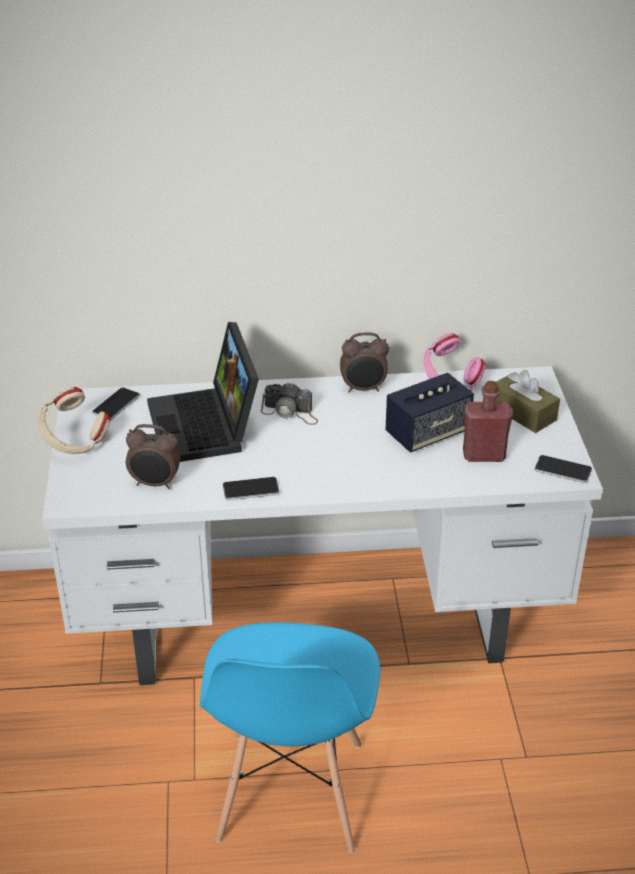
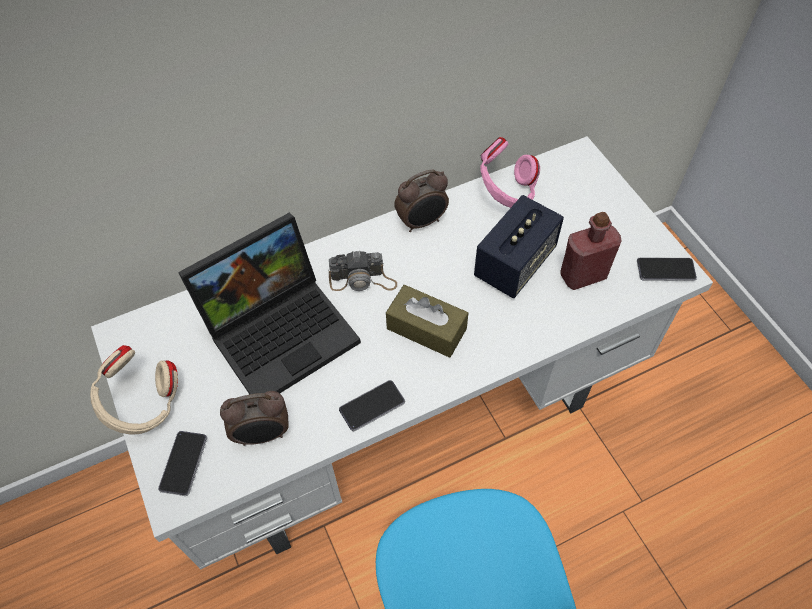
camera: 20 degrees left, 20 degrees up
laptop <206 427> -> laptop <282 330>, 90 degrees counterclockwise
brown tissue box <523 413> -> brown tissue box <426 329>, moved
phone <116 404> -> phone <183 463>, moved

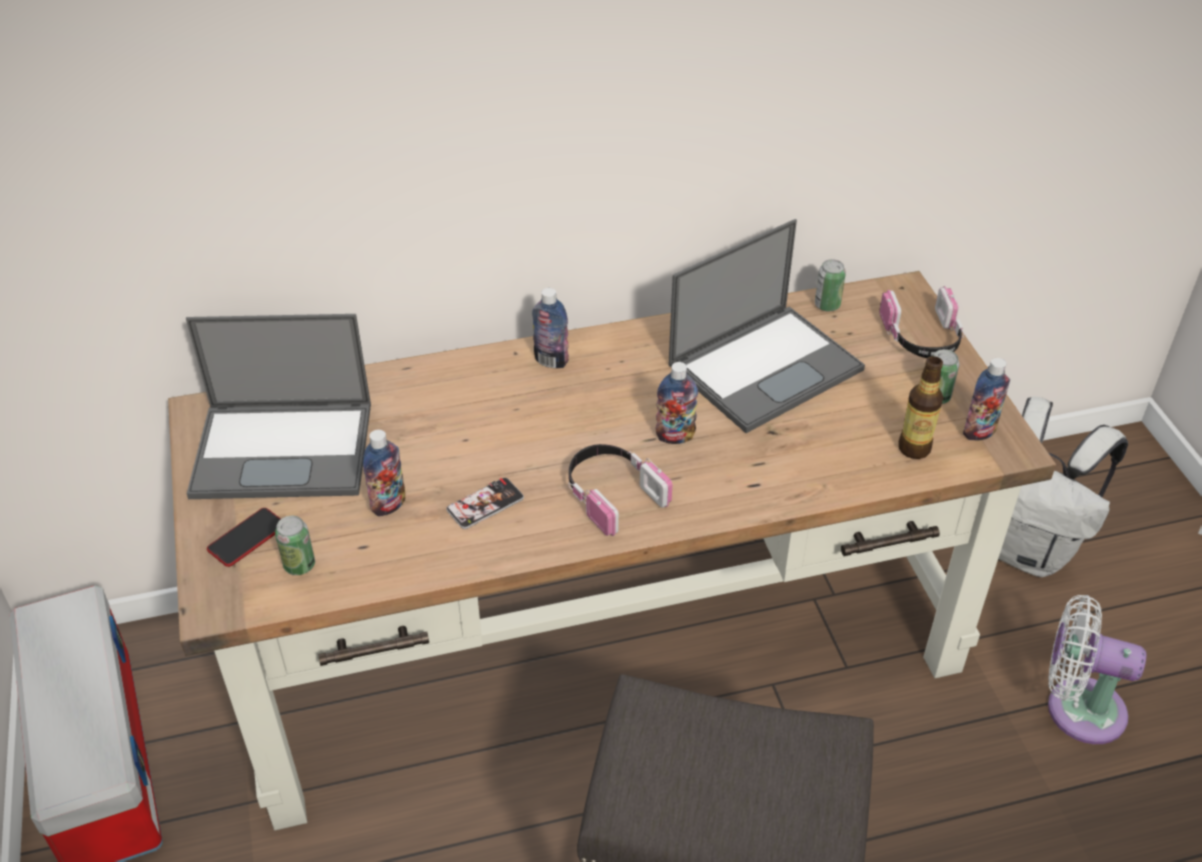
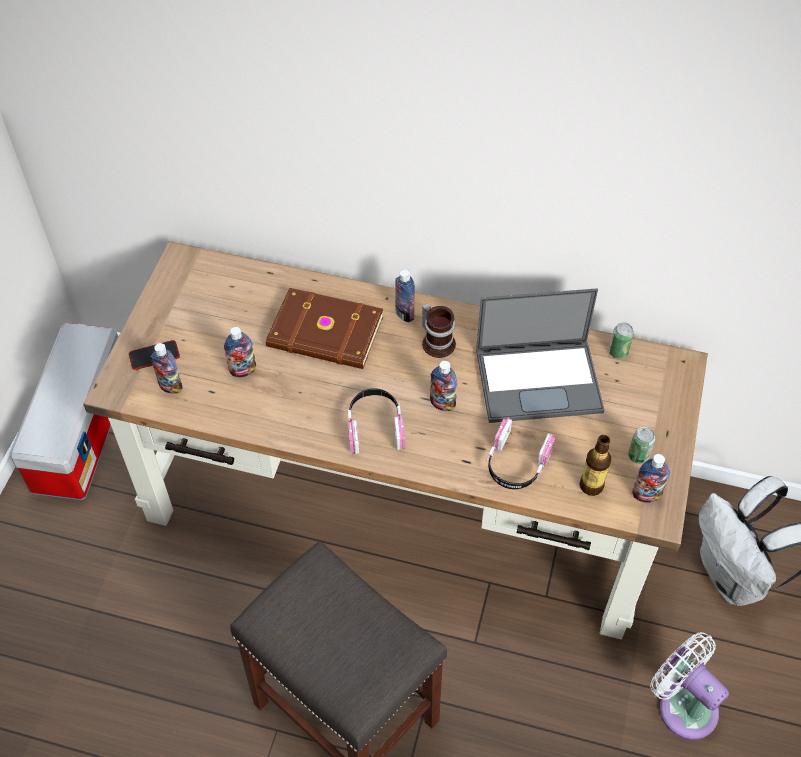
camera: 30 degrees right, 10 degrees up
headphones <922 338> -> headphones <516 464>, moved
laptop <285 449> -> none
phone <485 504> -> none
can <299 565> -> bottle <170 387>
none -> brown book <325 334>
none -> mug <437 341>

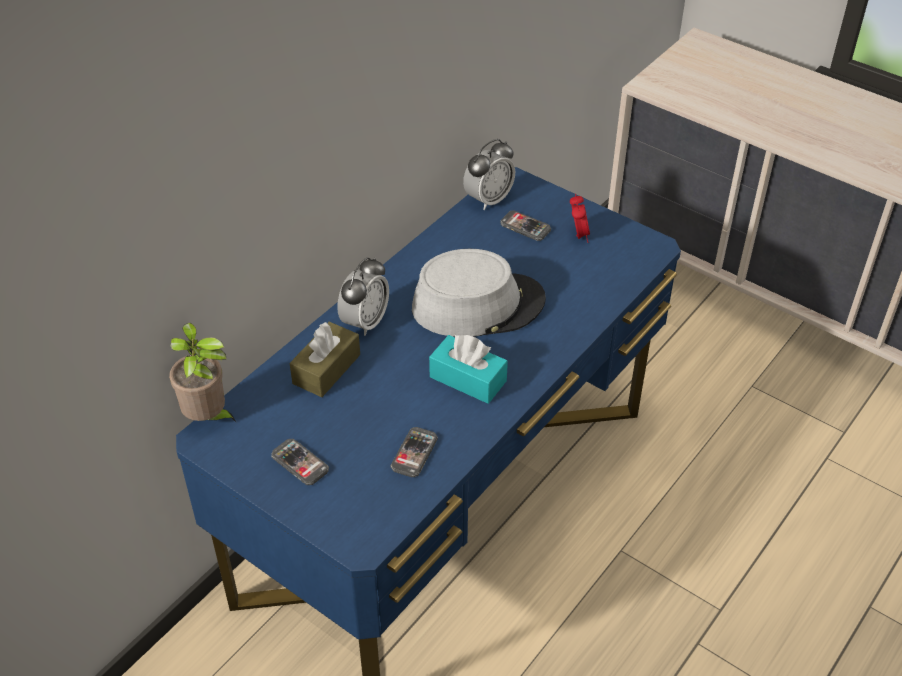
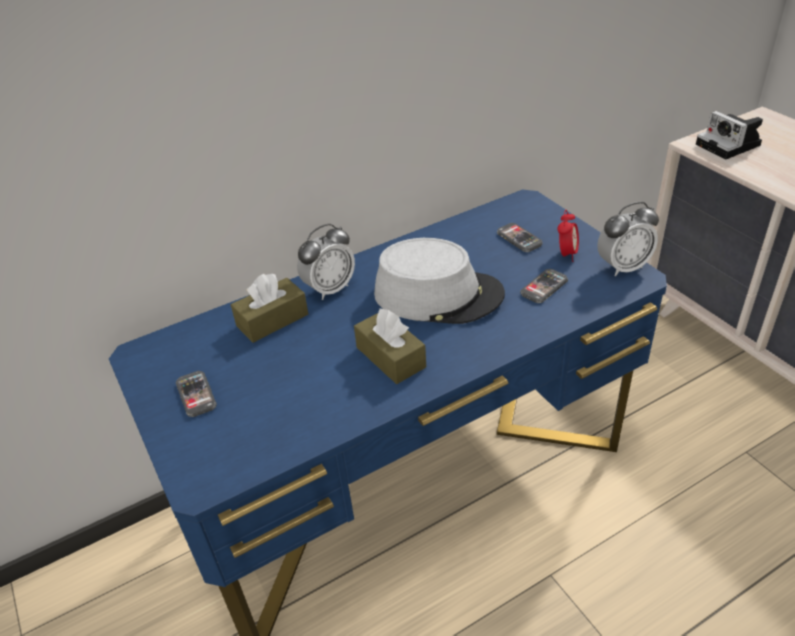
camera: 25 degrees right, 5 degrees down
alarm clock <488 200> -> alarm clock <623 267>, moved
potted plant <208 418> -> none
turquoise tissue box <468 379> -> brown tissue box <390 357>
phone <414 453> -> phone <544 287>, moved
none -> photo camera <730 145>

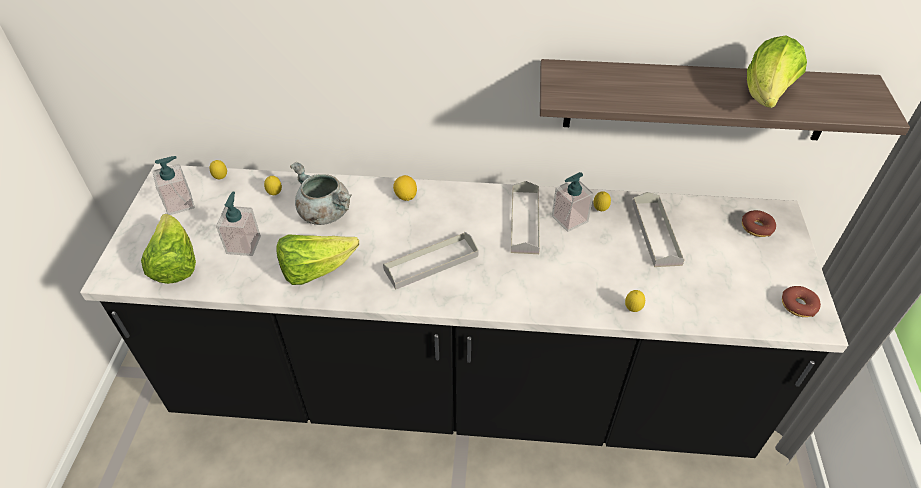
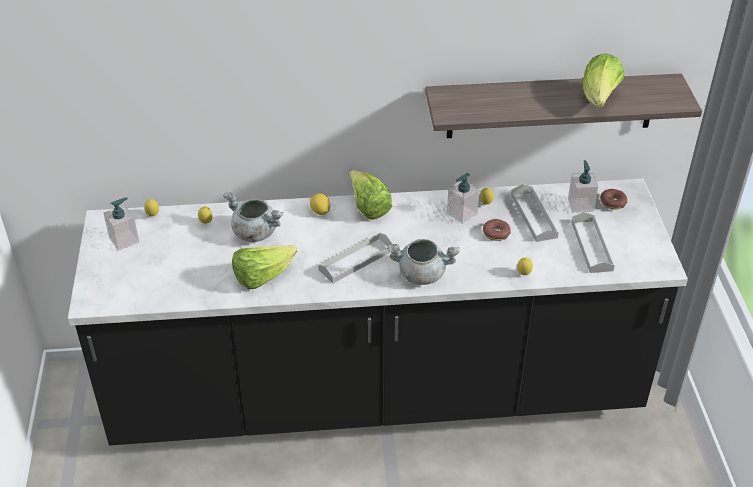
camera: 10 degrees left, 5 degrees down
grey tray <525 221> -> grey tray <591 246>, moved
soap dispenser <243 245> -> soap dispenser <580 205>, moved
lettuce <175 264> -> lettuce <368 207>, moved
donut <798 305> -> donut <496 233>, moved
none -> grey cooking pot <422 274>

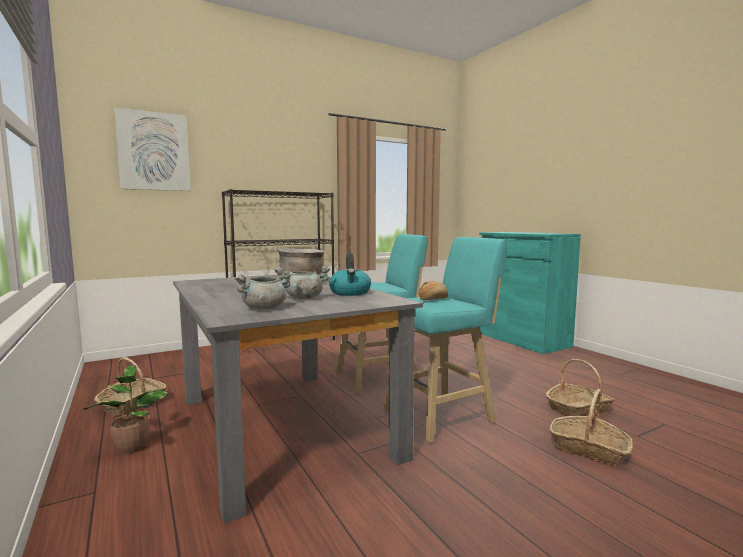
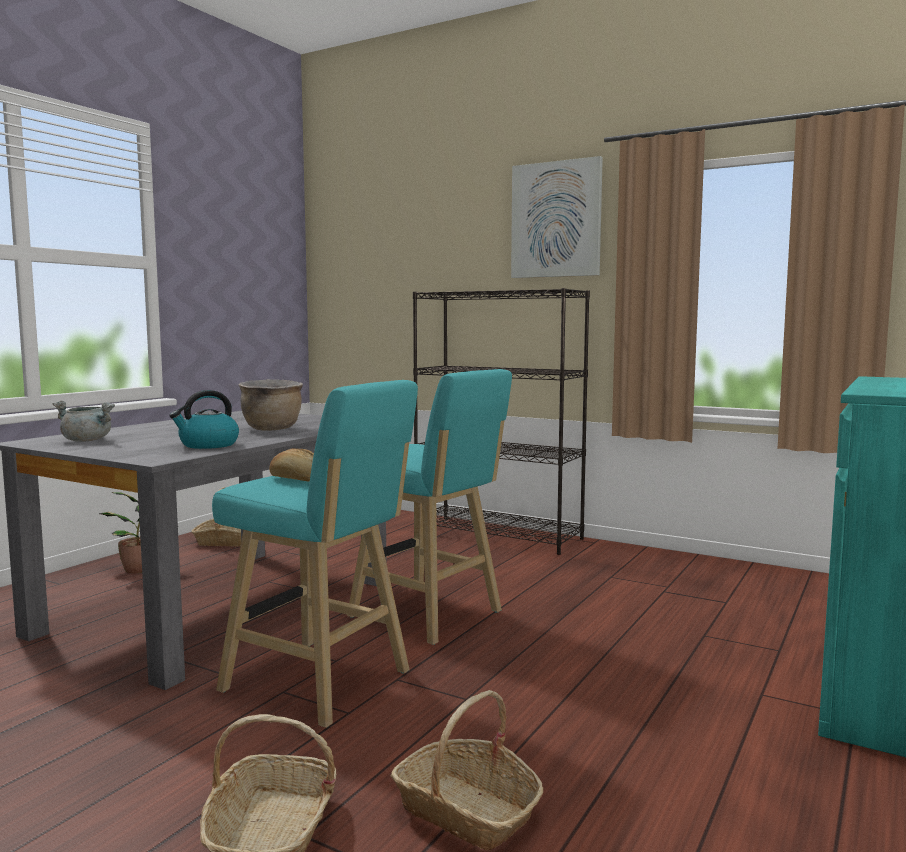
camera: 60 degrees right, 0 degrees up
picture <154 151> -> picture <556 220>, moved
grey cooking pot <303 298> -> none

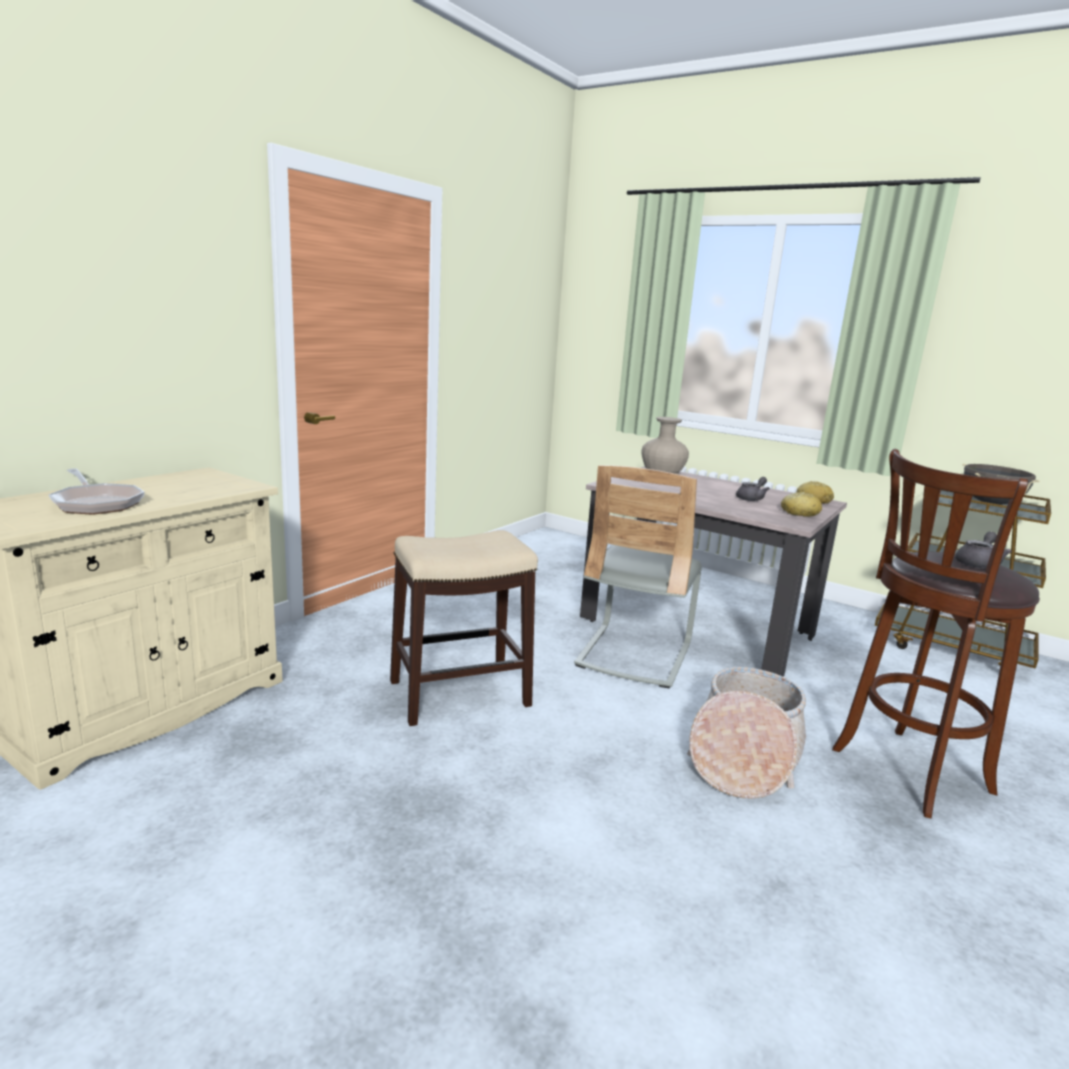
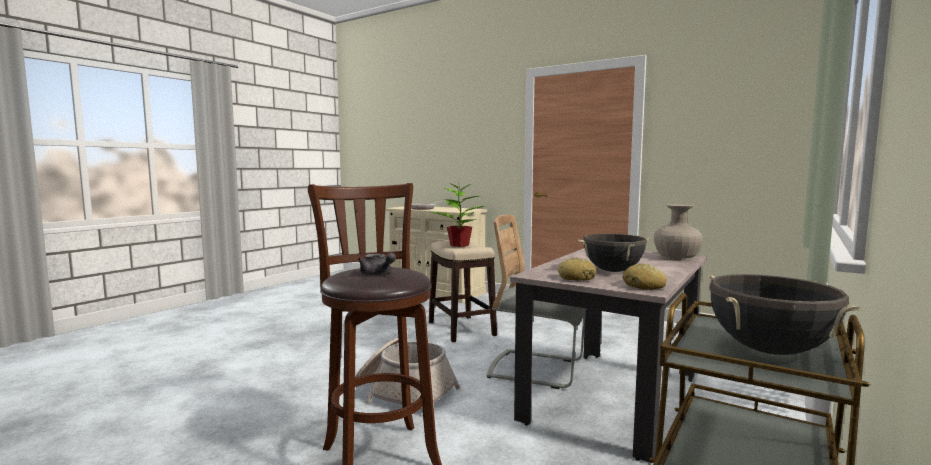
camera: 90 degrees right, 10 degrees down
grey teapot <751 498> -> black cooking pot <613 271>
none -> potted plant <460 245>

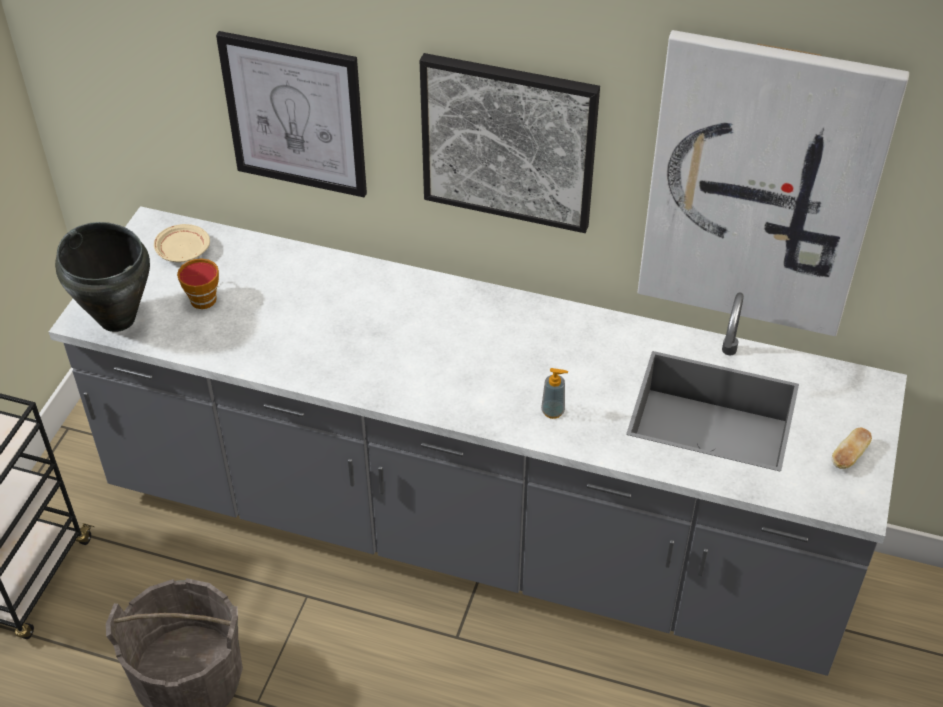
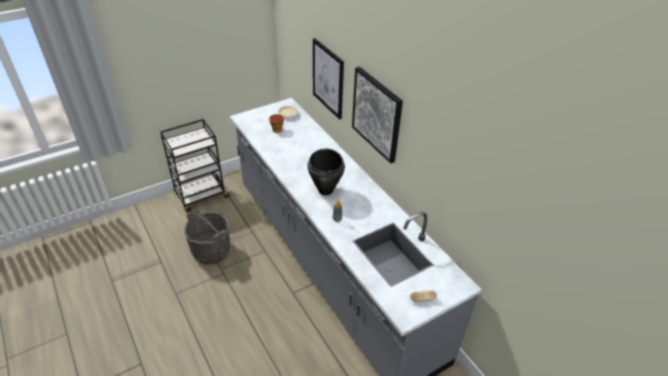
camera: 40 degrees right, 5 degrees down
picture <761 187> -> none
black cooking pot <117 318> -> black cooking pot <326 190>, moved

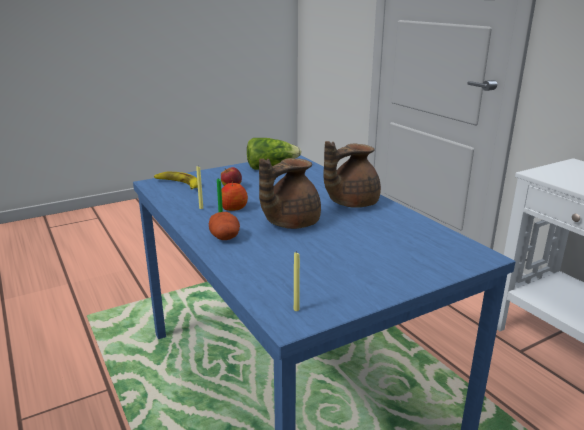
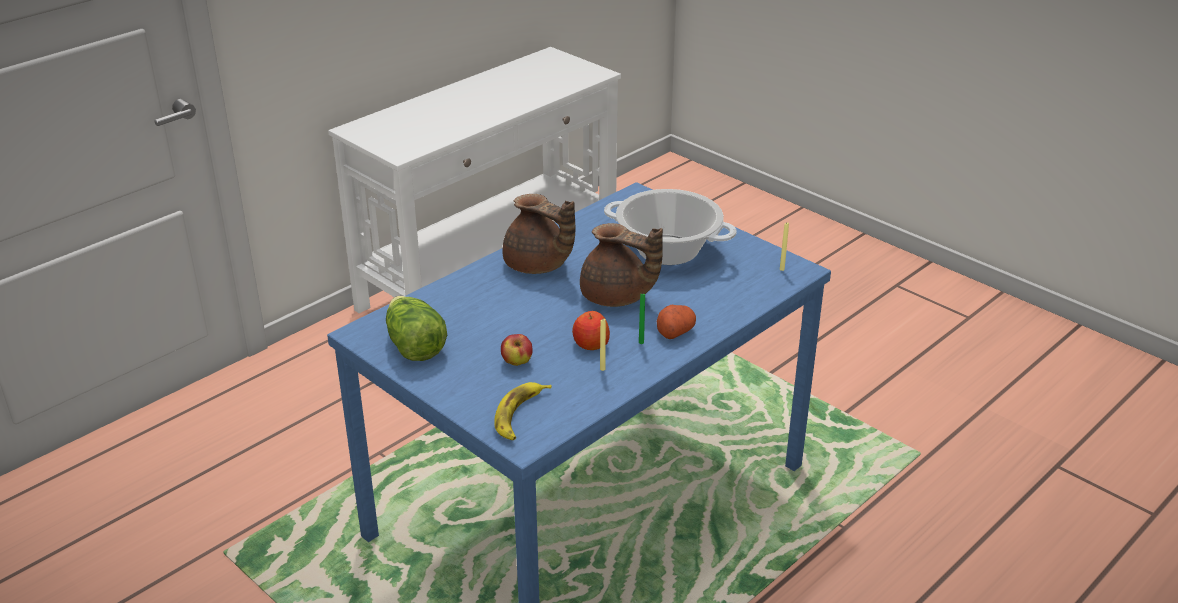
camera: 105 degrees left, 10 degrees up
none -> cooking pot <668 250>

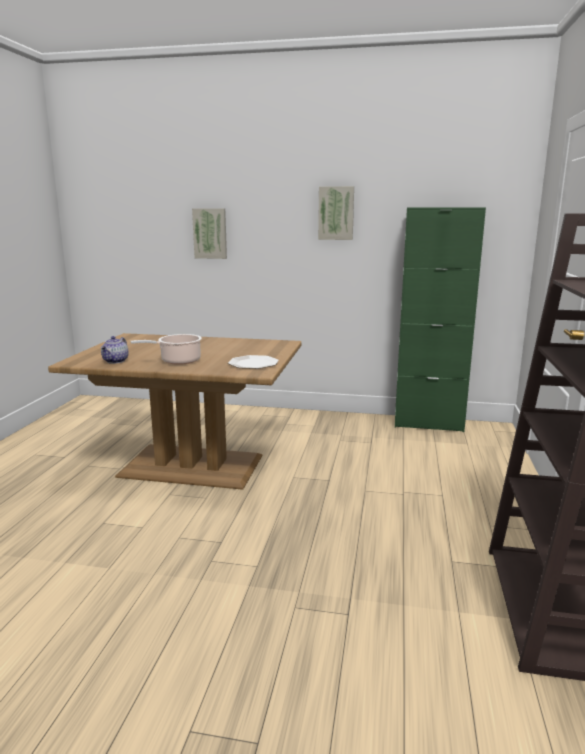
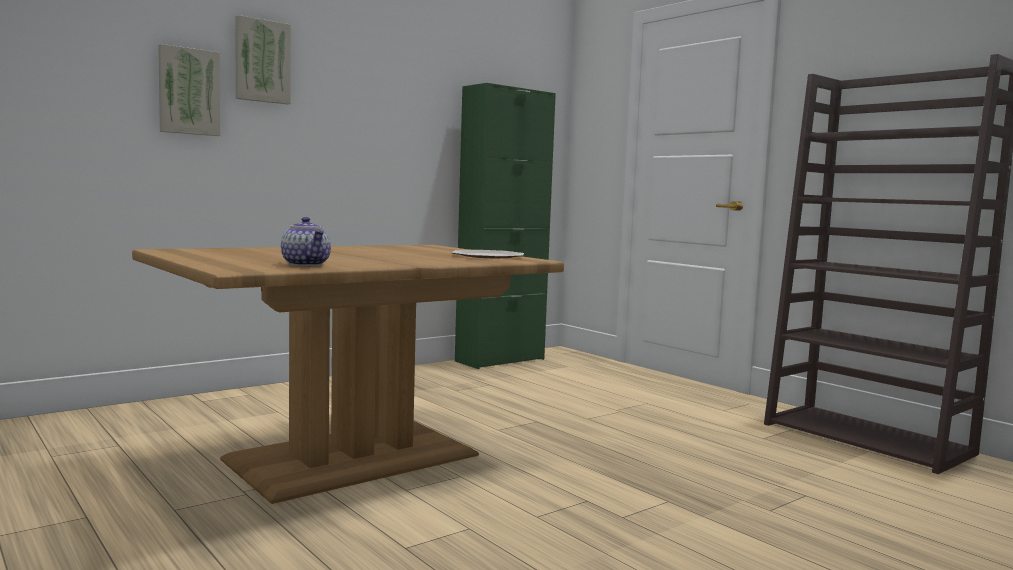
camera: 50 degrees left, 10 degrees down
picture <336 213> -> picture <262 61>, moved
cooking pot <178 361> -> none

